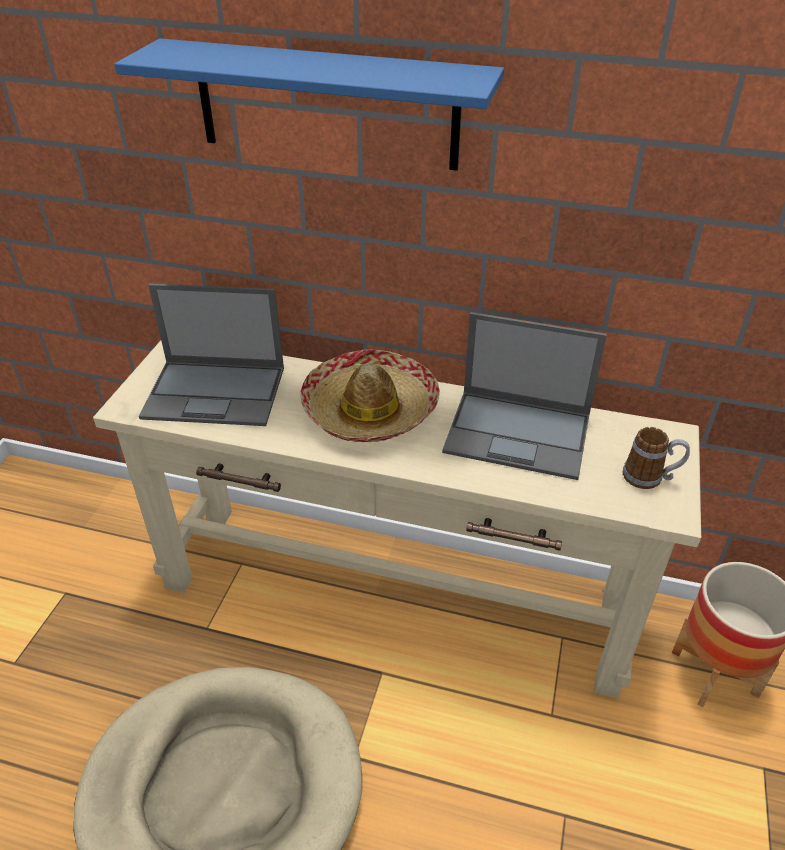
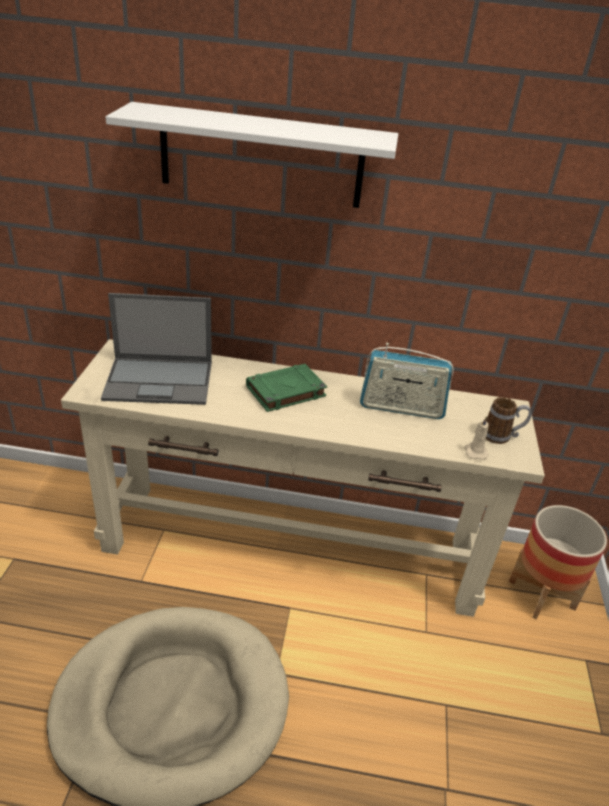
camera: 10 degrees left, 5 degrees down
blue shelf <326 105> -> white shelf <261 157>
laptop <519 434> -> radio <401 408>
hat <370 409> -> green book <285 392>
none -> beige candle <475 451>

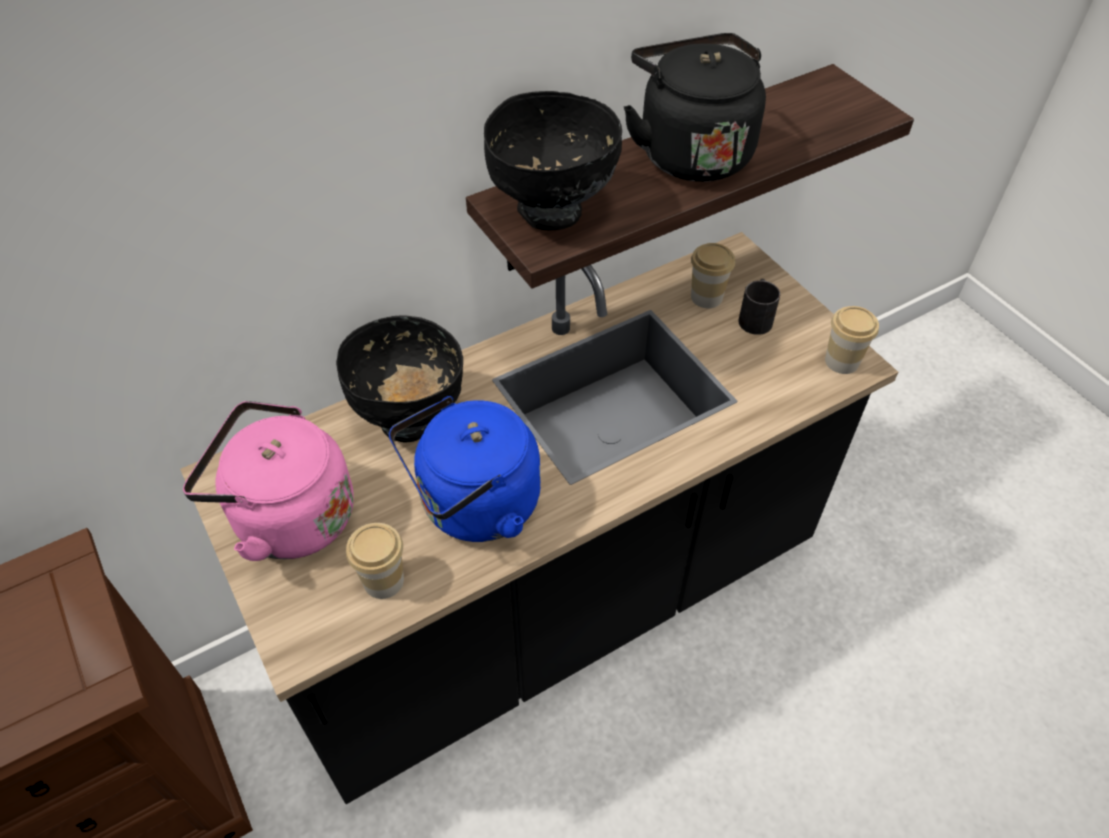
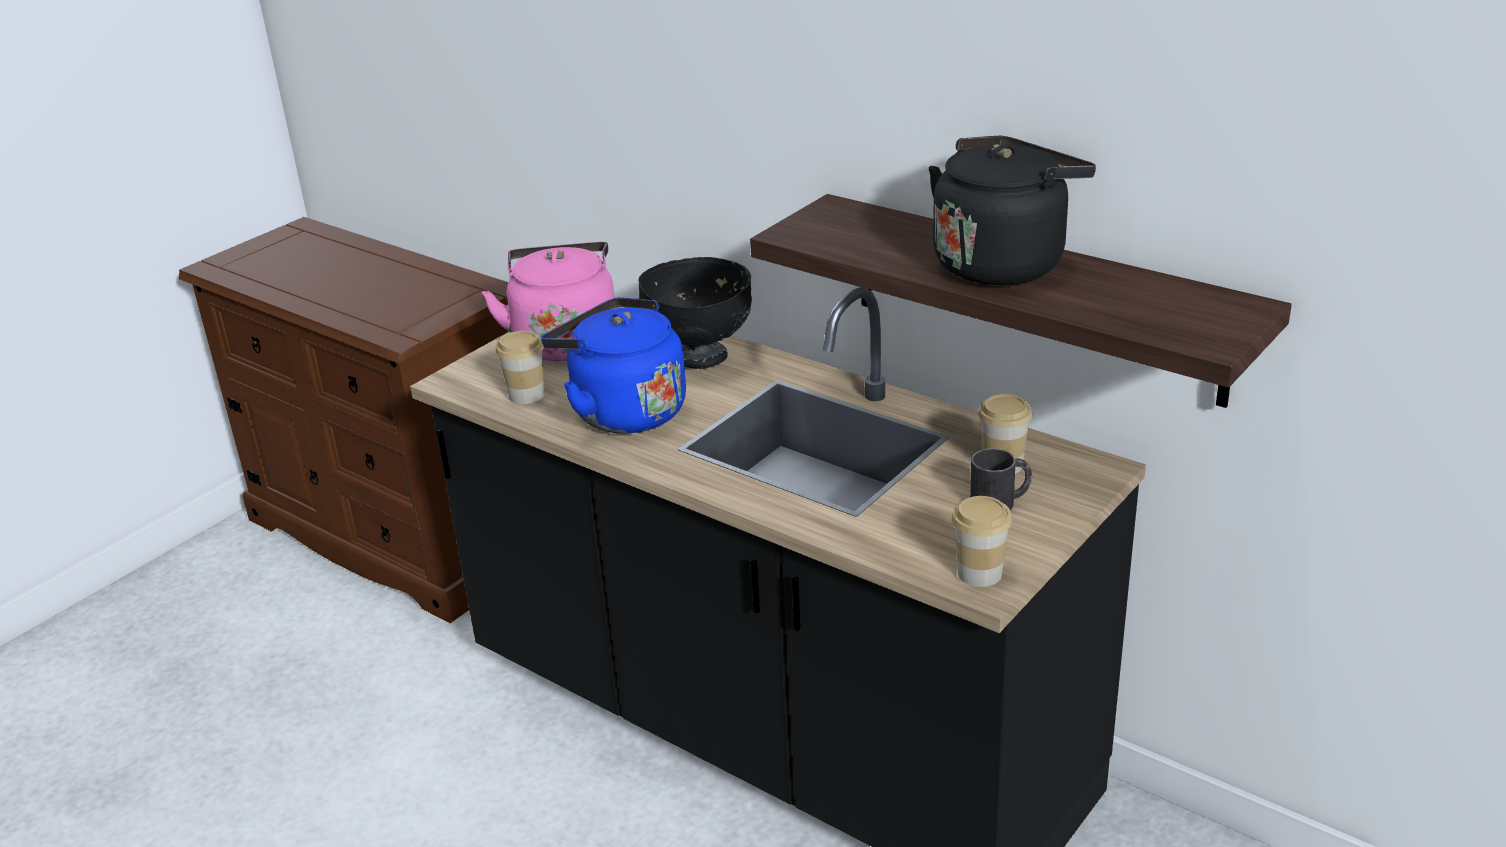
camera: 70 degrees right, 20 degrees down
black bowl <551 212> -> none

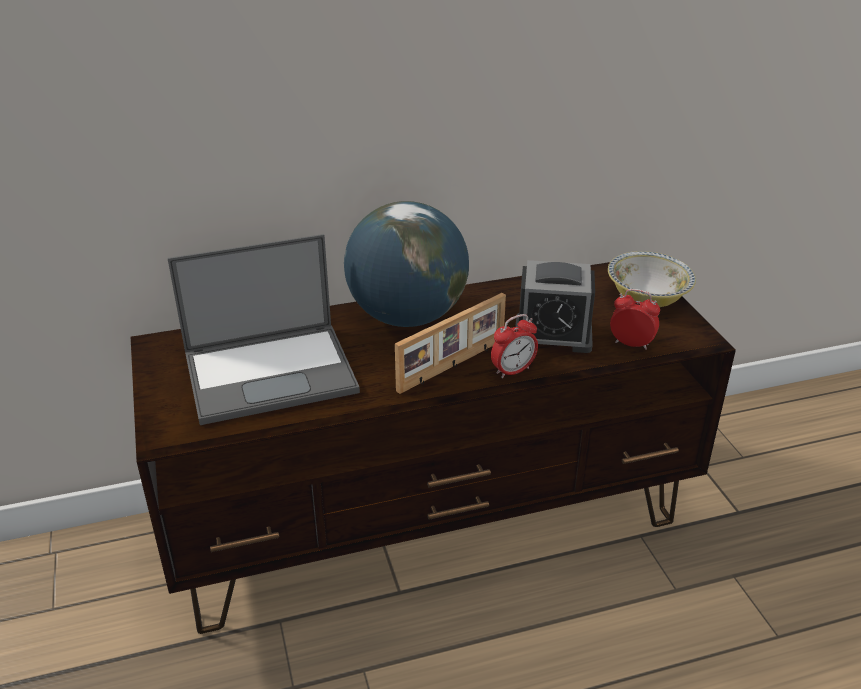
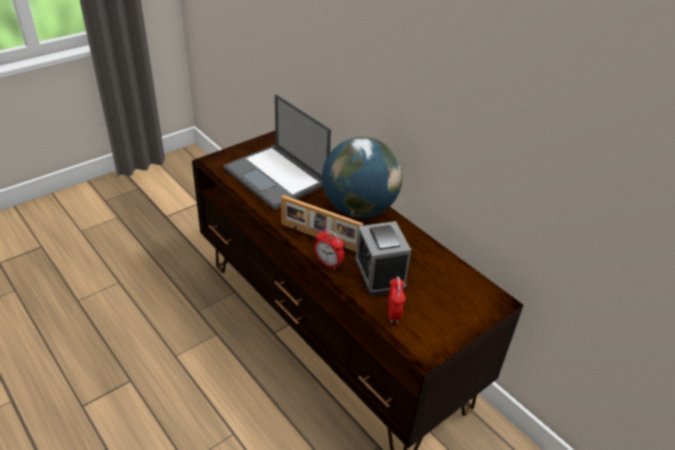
camera: 65 degrees right, 5 degrees up
bowl <647 298> -> none

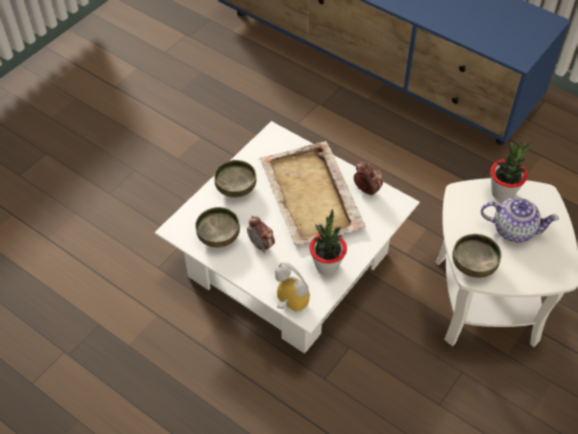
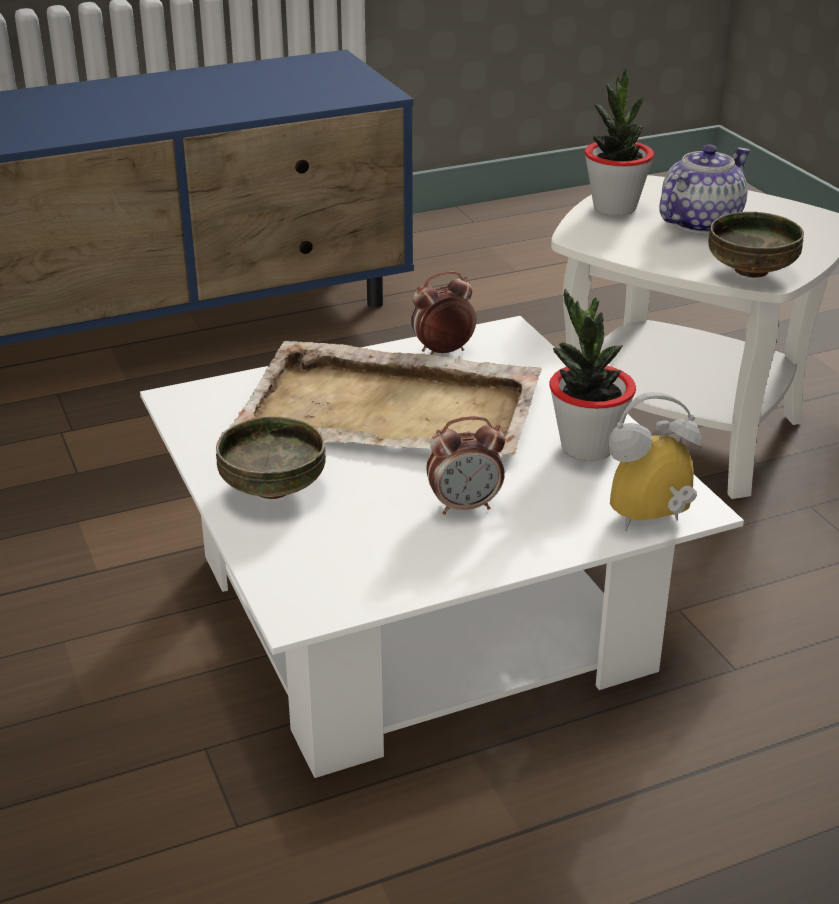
camera: 60 degrees left, 20 degrees down
bowl <219 236> -> none

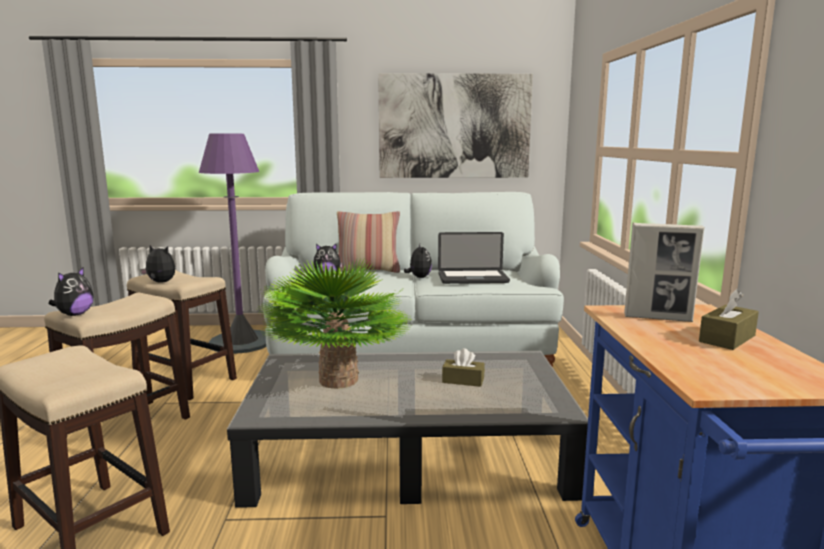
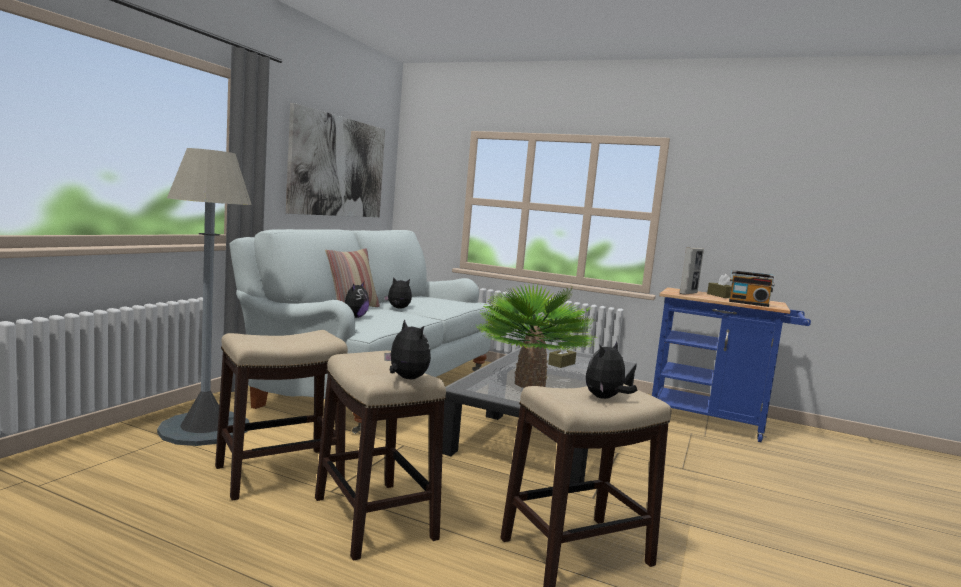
camera: 65 degrees left, 5 degrees down
purple floor lamp <241 342> -> grey floor lamp <204 428>
laptop <473 278> -> none
plush toy <160 282> -> plush toy <605 398>, moved
none -> radio <748 303>

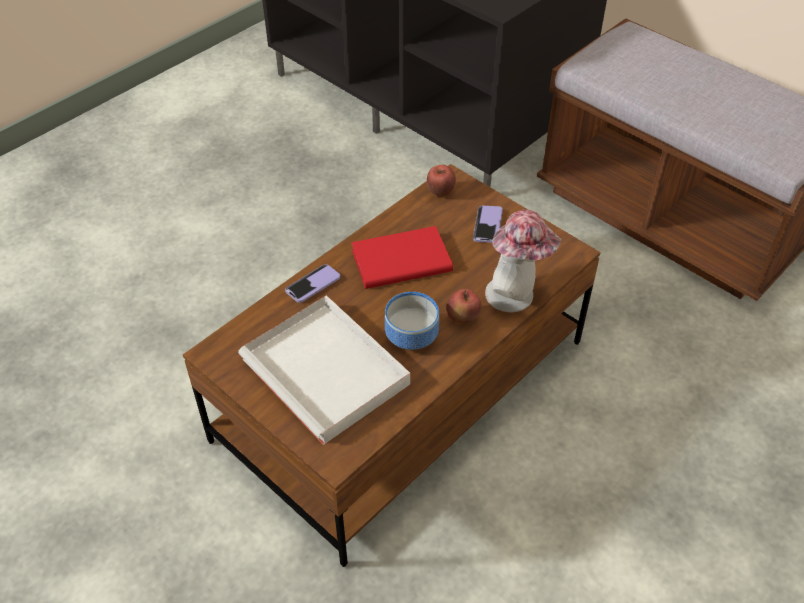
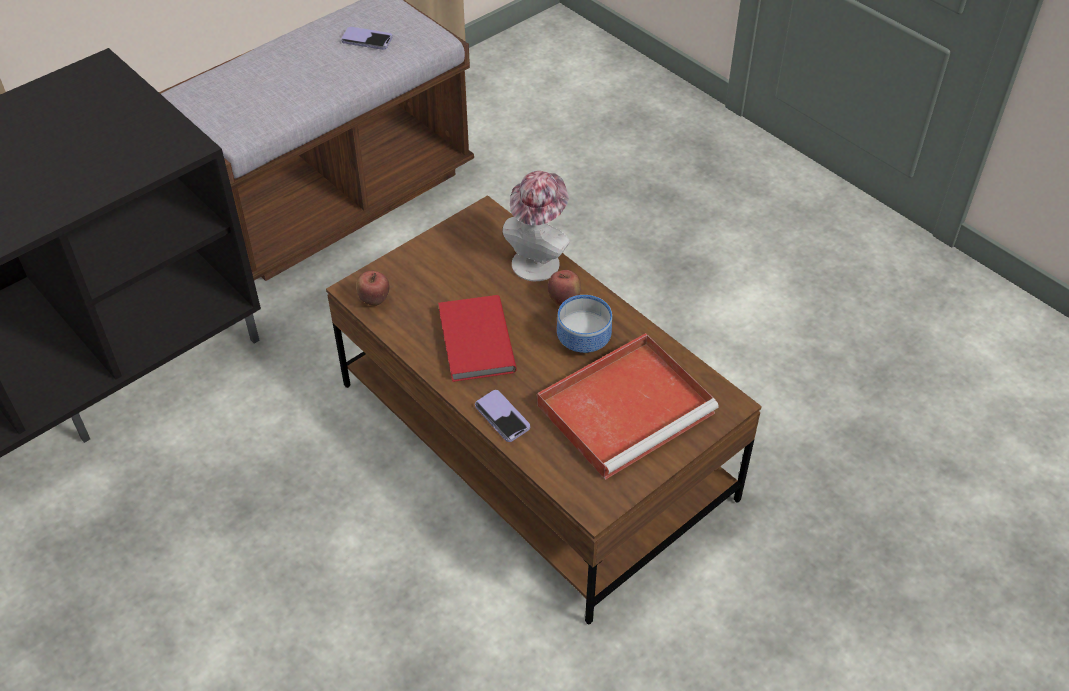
camera: 85 degrees left, 0 degrees up
phone <487 225> -> phone <367 40>, moved
white tray <328 373> -> red tray <627 407>

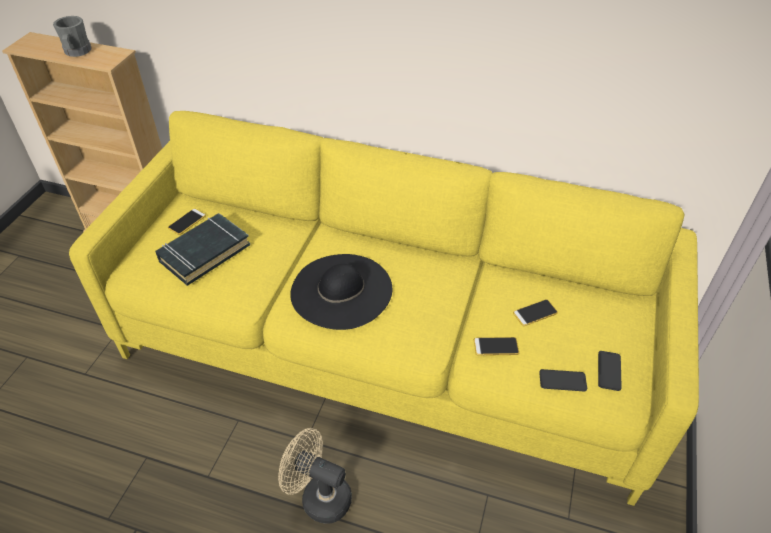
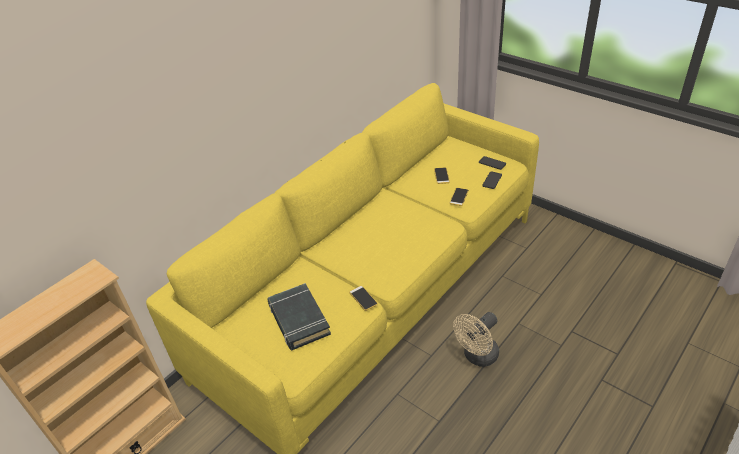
camera: 65 degrees left, 5 degrees down
grey mug <77 52> -> none
phone <187 222> -> phone <363 298>, moved
black hat <341 290> -> none

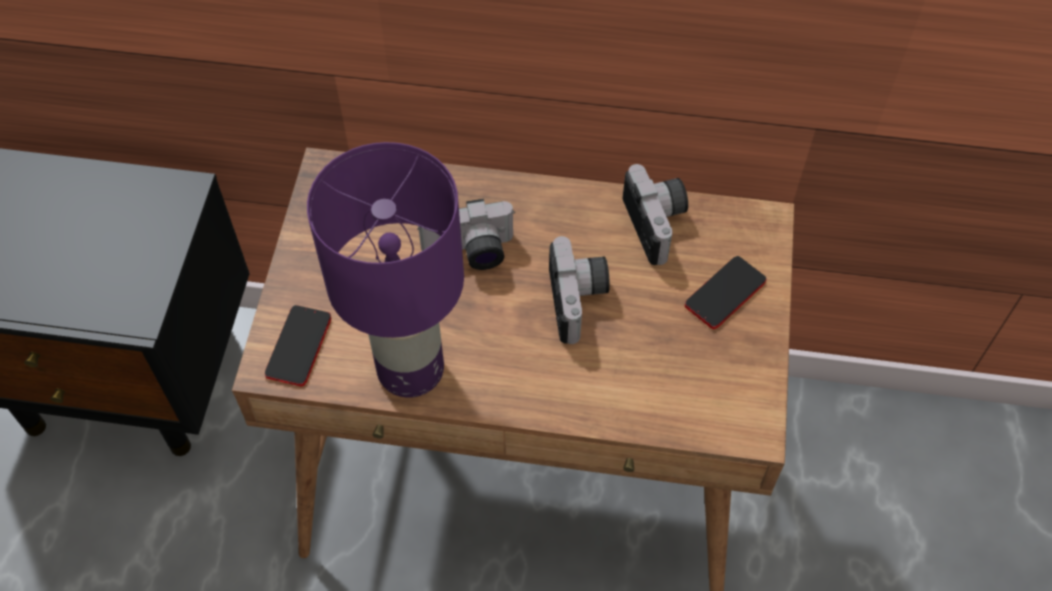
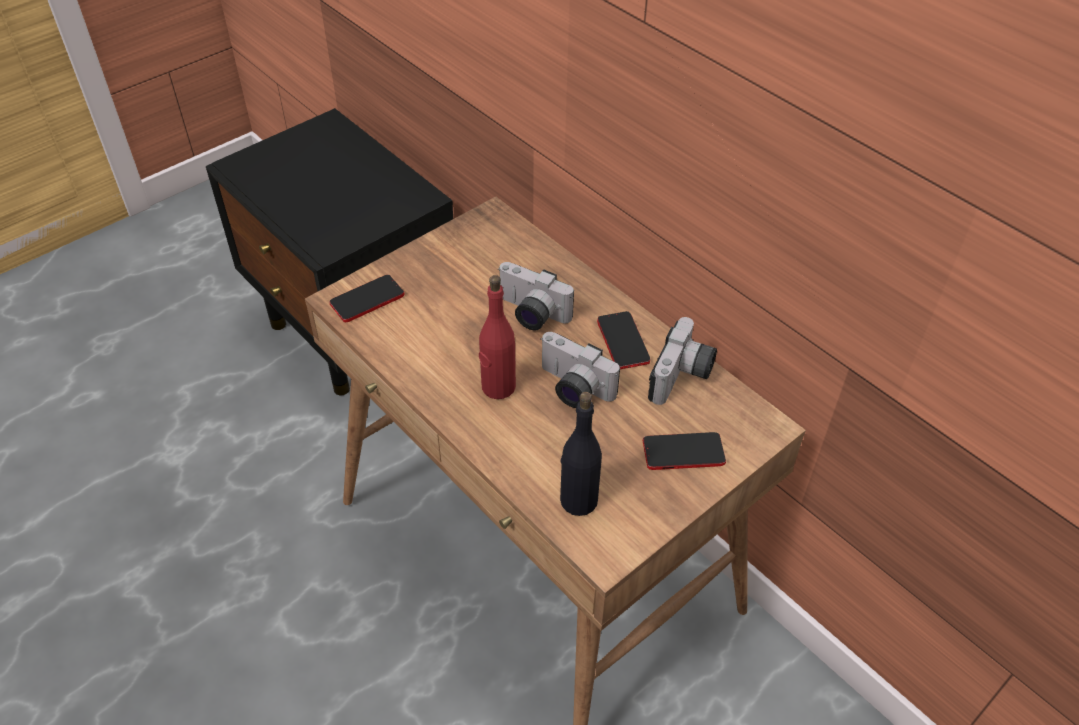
camera: 40 degrees right, 10 degrees down
purple table lamp <408 369> -> none
photo camera <580 300> -> photo camera <572 388>, 90 degrees clockwise
none -> red bottle <498 387>
none -> phone <623 341>
none -> black bottle <578 500>

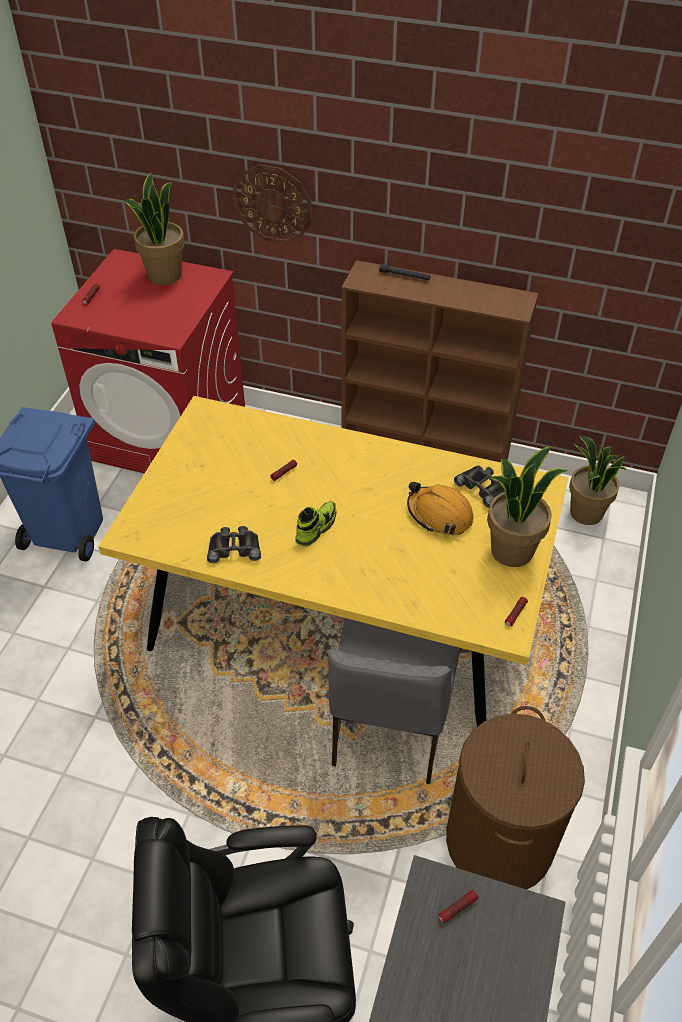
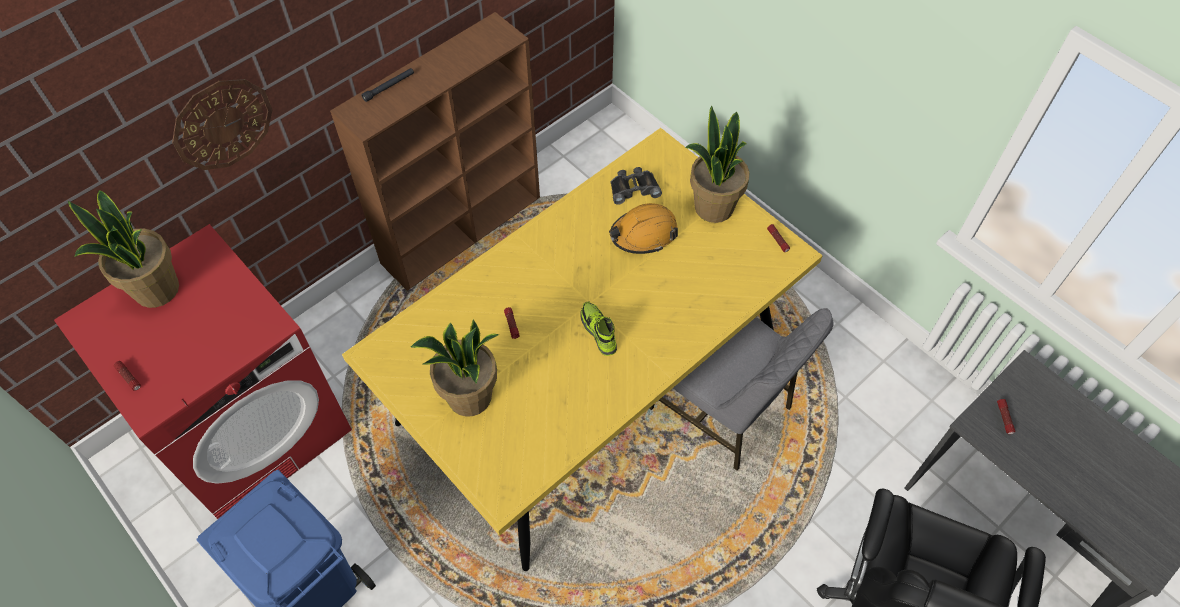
camera: 60 degrees left, 10 degrees up
potted plant <585 513> -> potted plant <469 397>, moved
black binoculars <234 548> -> none
brown laundry basket <500 841> -> none

